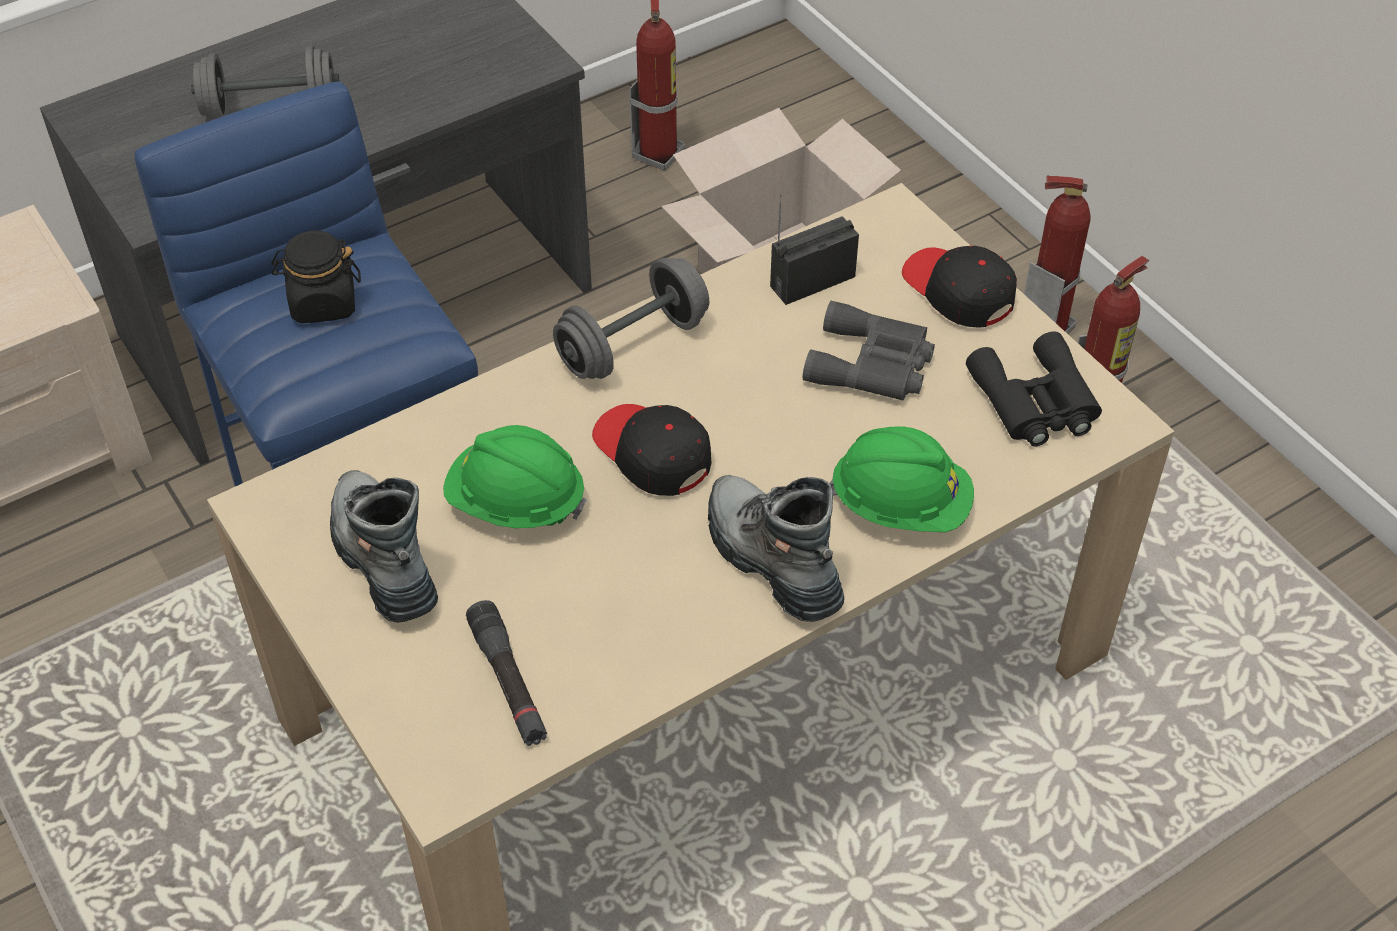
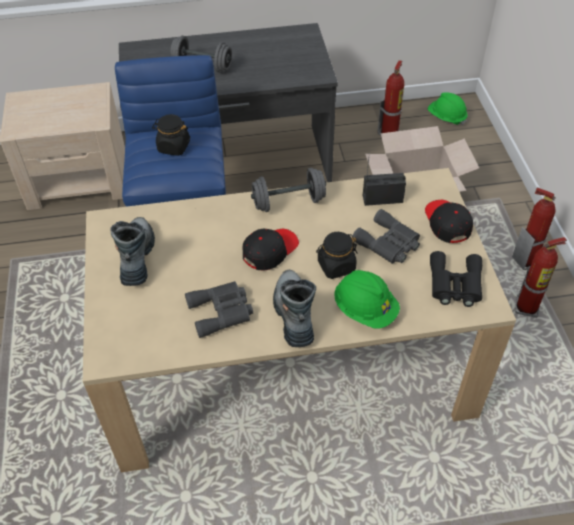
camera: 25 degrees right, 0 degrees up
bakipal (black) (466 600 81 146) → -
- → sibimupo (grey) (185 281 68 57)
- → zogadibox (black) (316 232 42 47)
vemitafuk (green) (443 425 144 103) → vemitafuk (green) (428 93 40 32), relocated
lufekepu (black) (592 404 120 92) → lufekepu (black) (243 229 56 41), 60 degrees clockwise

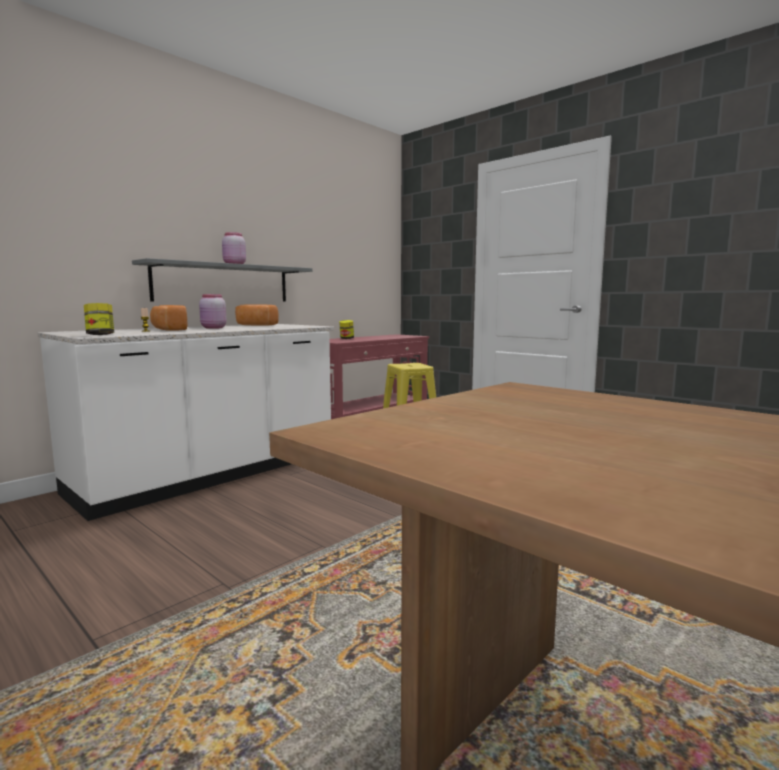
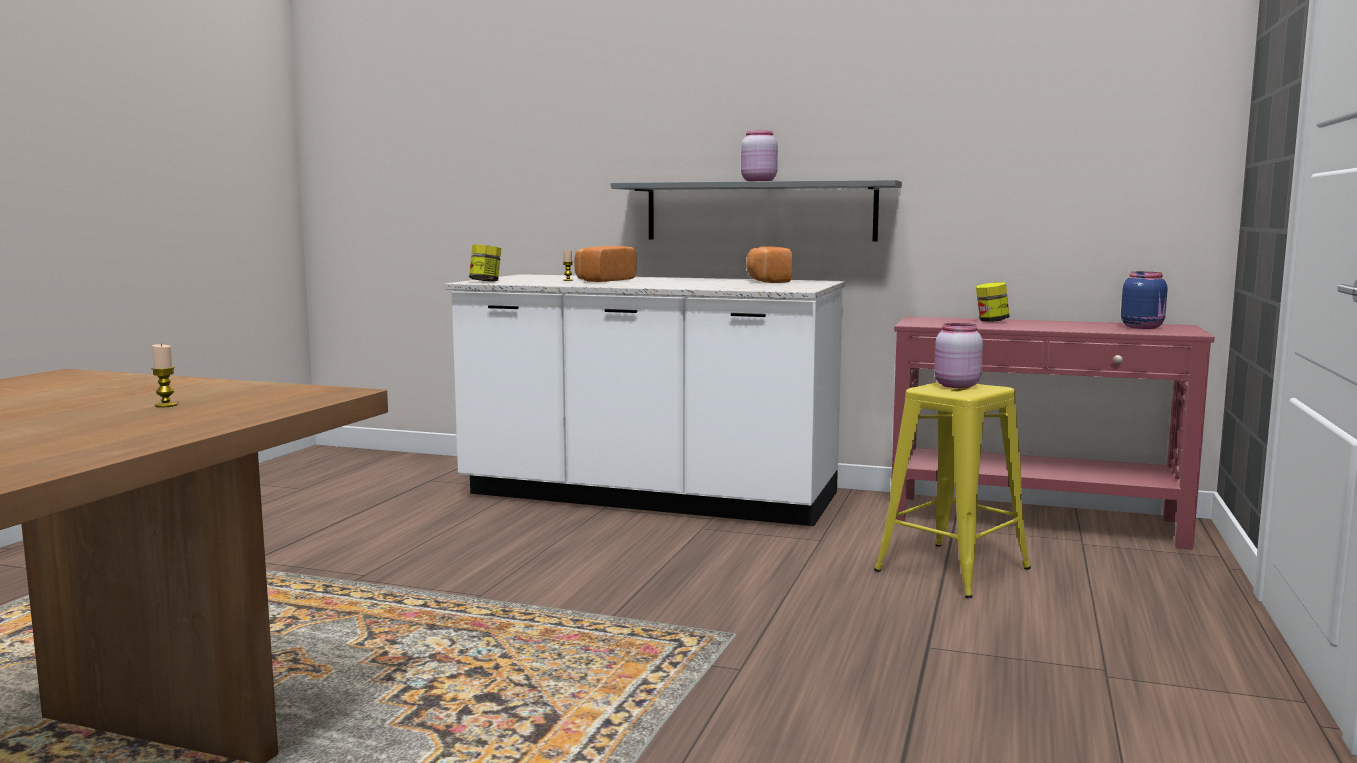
camera: 65 degrees right, 0 degrees up
- → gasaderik (151 344 27 64)
- → zogadibox (blue) (1121 272 47 57)
zogadibox (pink) (199 294 27 35) → zogadibox (pink) (934 323 49 65), relocated

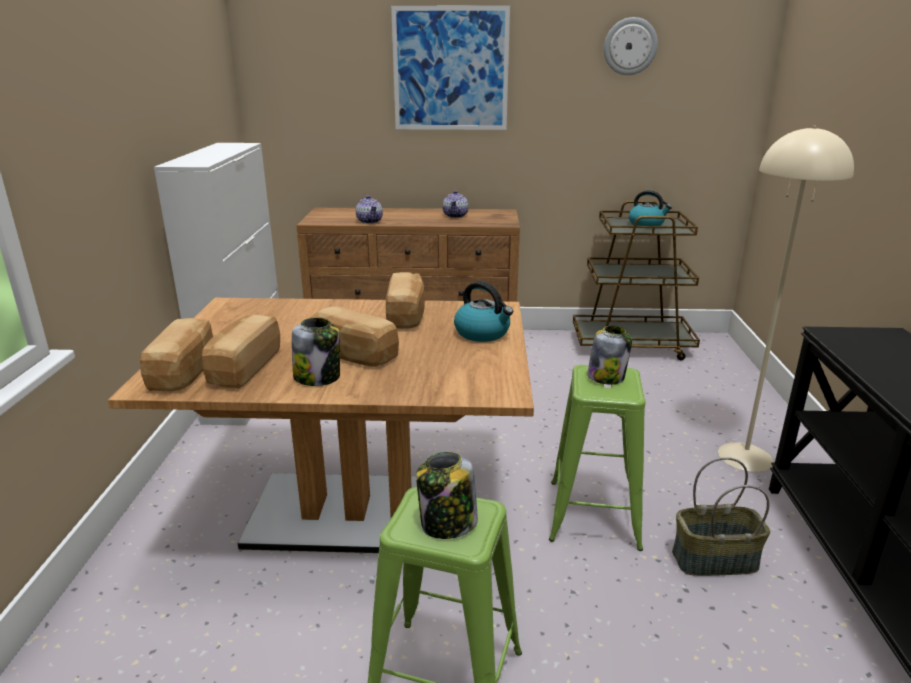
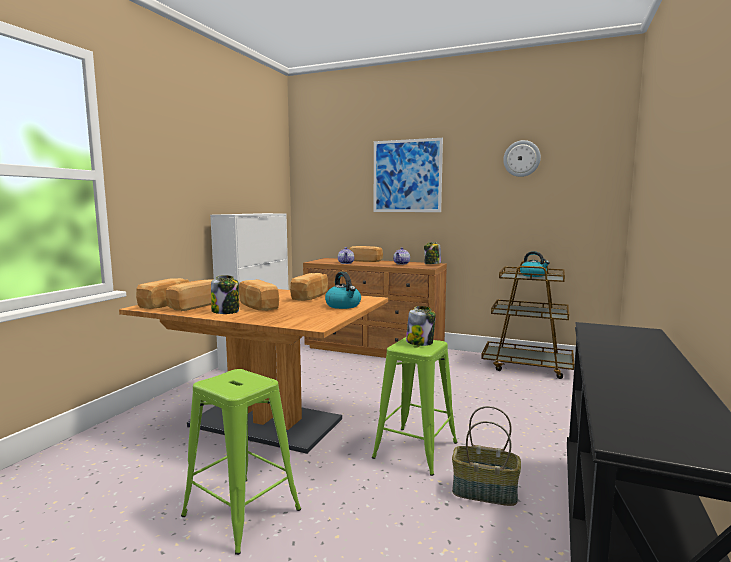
camera: 20 degrees right, 15 degrees down
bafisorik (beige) (718 126 136 346) → -
- → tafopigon (349 246 34 16)
zogadibox (416 452 62 87) → zogadibox (424 242 17 22), relocated

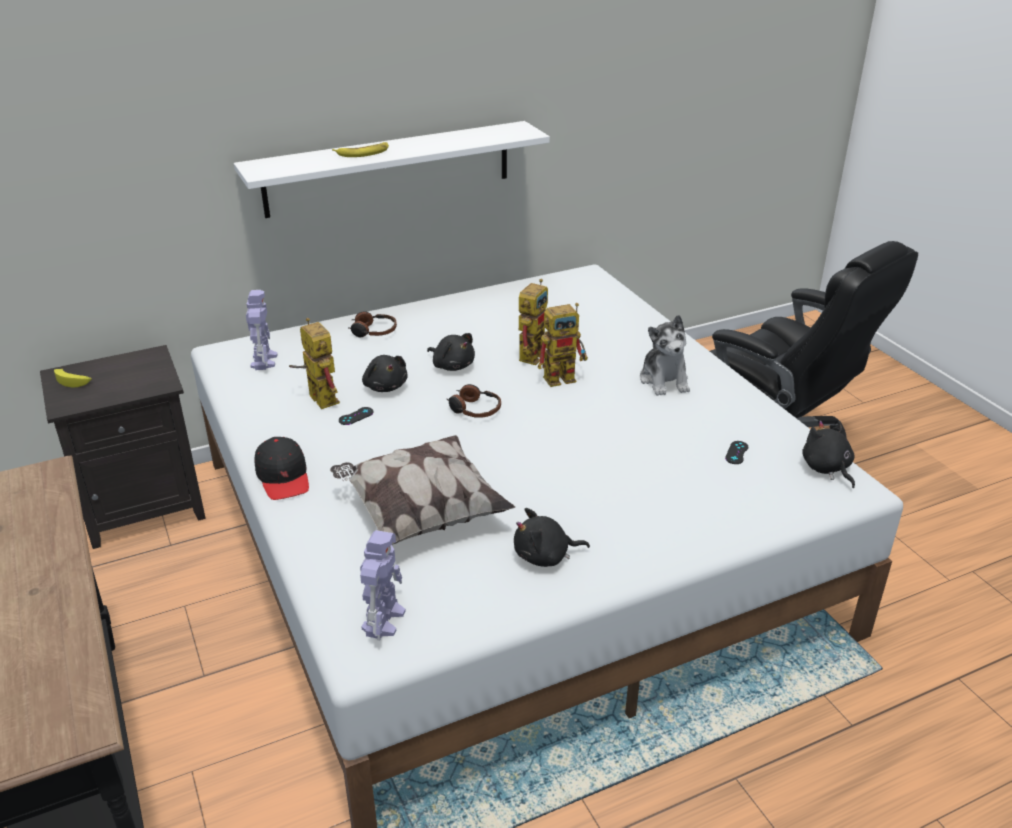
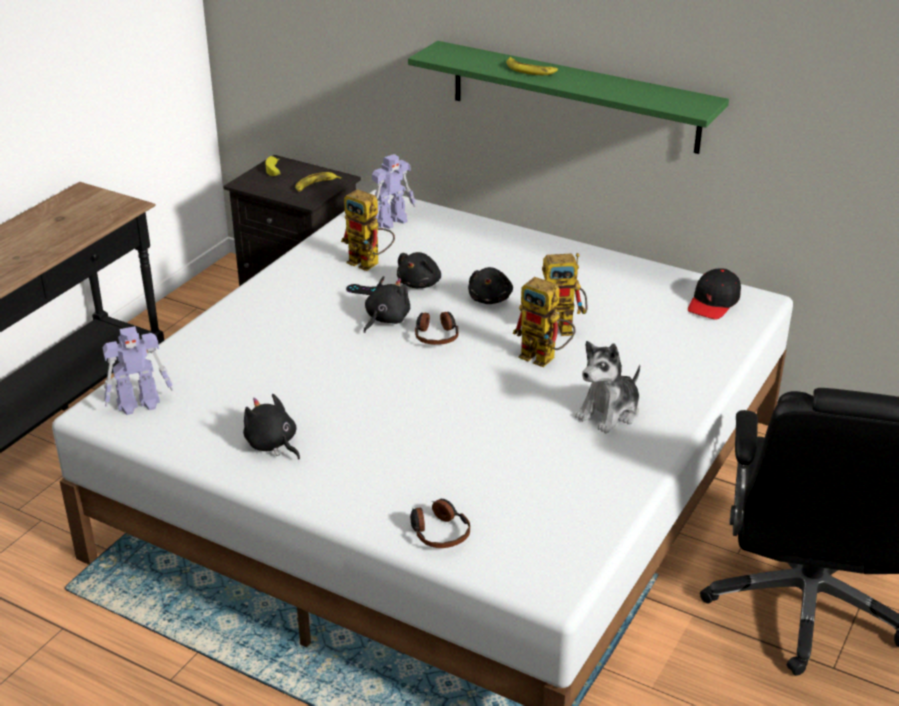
camera: 55 degrees right, 0 degrees up
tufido (330 435 185 110) → -
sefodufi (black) (725 441 23 23) → -
- → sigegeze (295 172 46 20)
lufekepu (black) (254 437 55 63) → lufekepu (black) (688 269 53 51), relocated
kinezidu (347 311 50 26) → kinezidu (410 499 60 49), relocated
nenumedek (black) (802 421 53 67) → nenumedek (black) (364 276 46 57), relocated
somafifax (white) (234 121 316 97) → somafifax (green) (408 41 321 113)
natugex (289 318 51 91) → natugex (341 189 54 82), 105 degrees clockwise

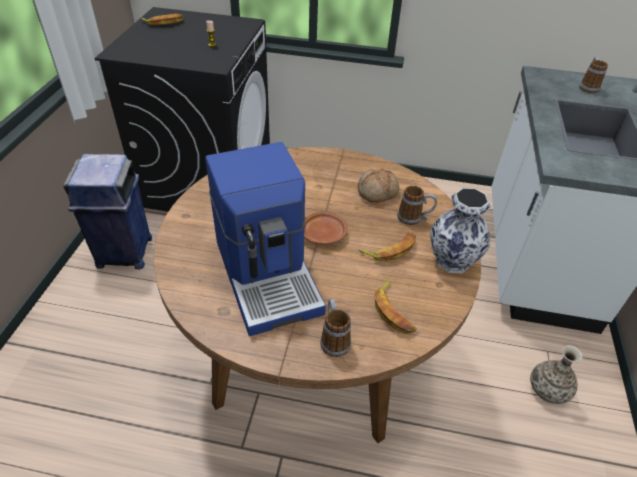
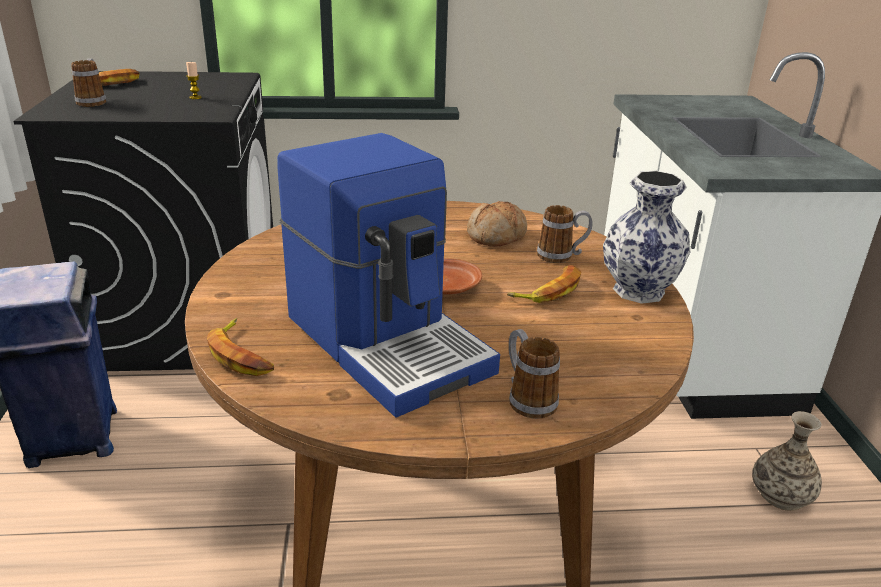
camera: 15 degrees left, 15 degrees down
sigegeze (375 279 42 55) → sigegeze (207 318 67 58), relocated
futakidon (579 57 29 36) → futakidon (71 59 35 48), relocated

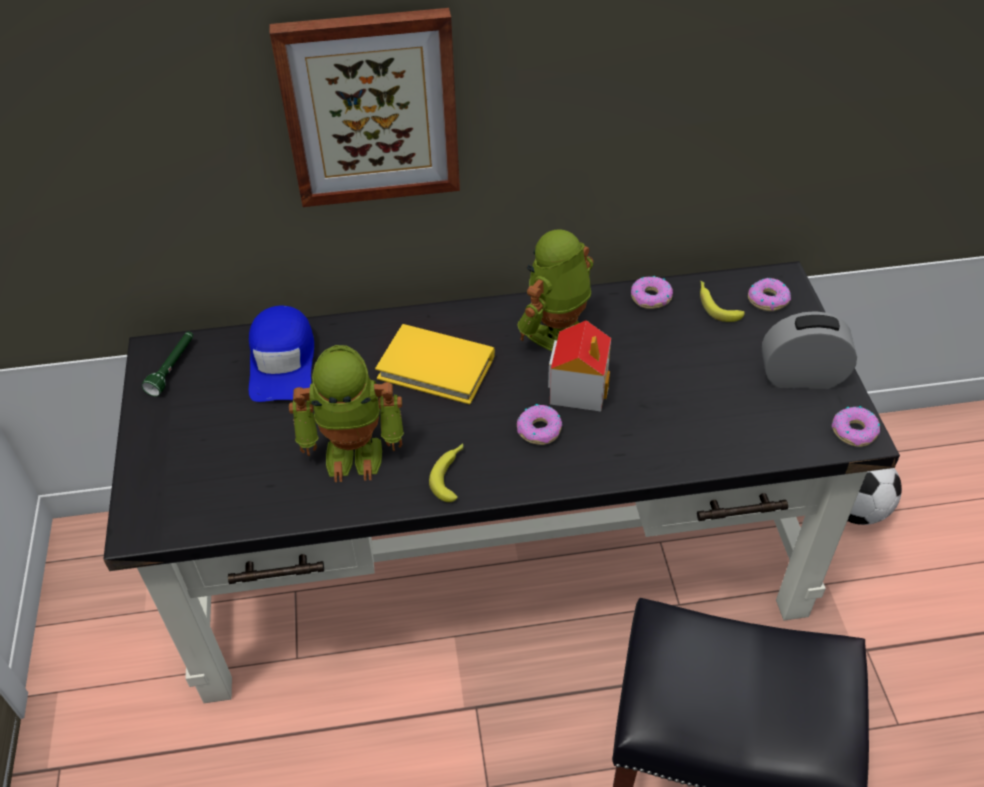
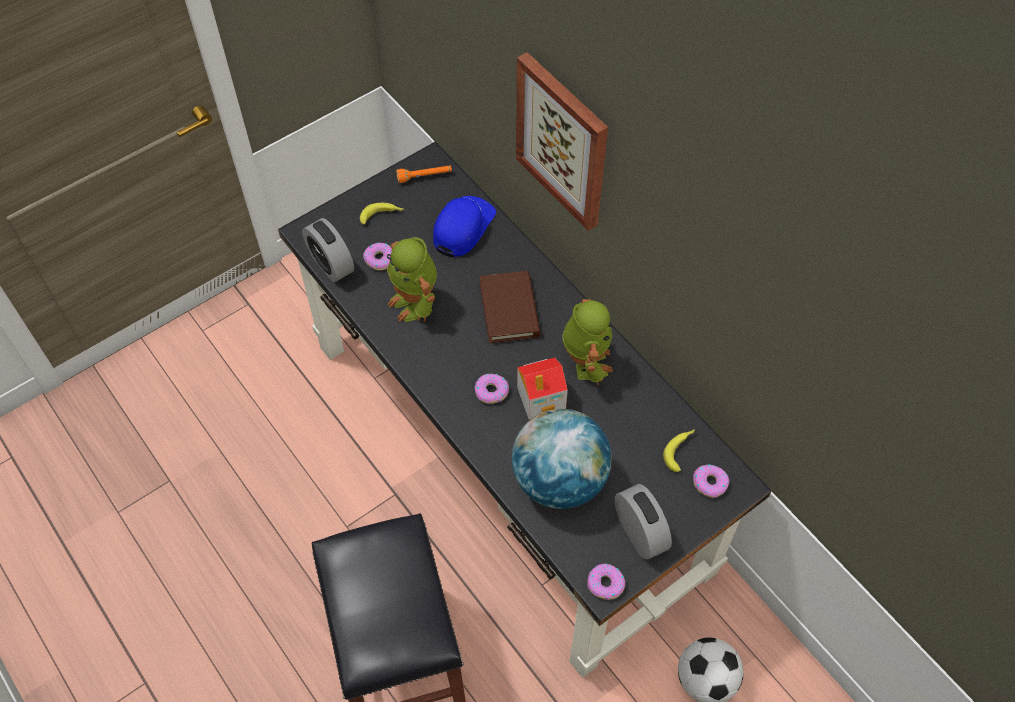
camera: 60 degrees right, 10 degrees up
- → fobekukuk (302 218 52 64)
- → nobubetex (512 409 100 100)
sigegeze (429 443 34 59) → sigegeze (360 203 43 21), relocated
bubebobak (631 276 42 33) → bubebobak (363 243 29 27), relocated
bakipal (green) (141 332 52 64) → bakipal (orange) (396 166 56 17)
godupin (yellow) (375 324 120 80) → godupin (brown) (479 271 61 72)
lufekepu (blue) (249 306 65 96) → lufekepu (blue) (433 196 63 61), 150 degrees clockwise
natugex (517 229 77 122) → natugex (562 299 51 86), 75 degrees clockwise

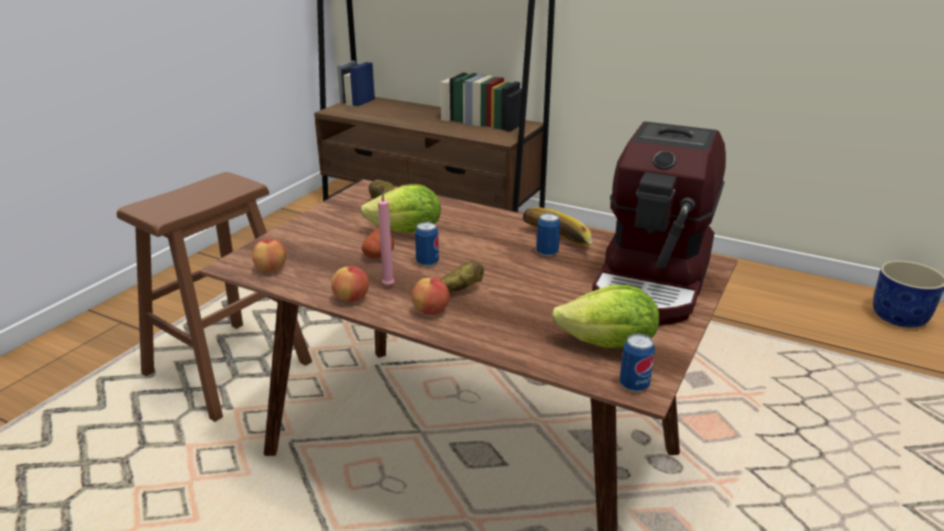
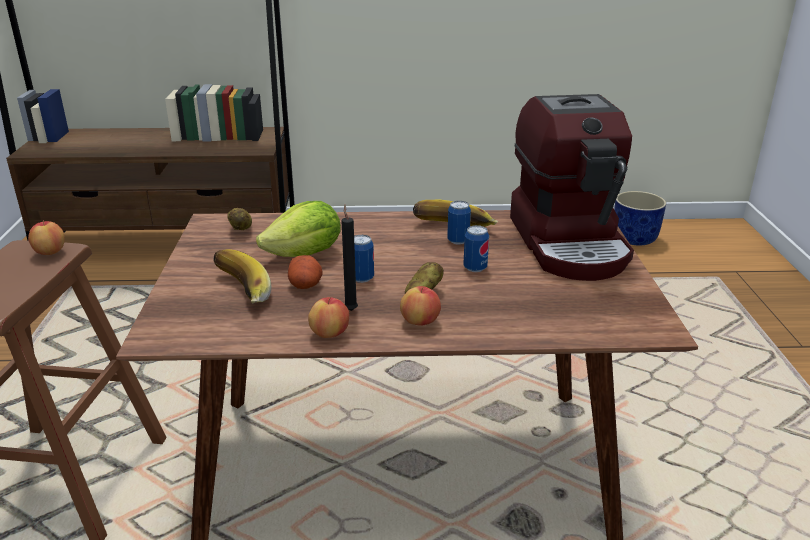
camera: 30 degrees left, 0 degrees up
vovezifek (552 285 107 63) → -
- → sigegeze (214 249 57 54)
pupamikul (252 238 34 34) → pupamikul (28 220 37 35), relocated
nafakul (620 334 35 58) → nafakul (463 225 26 47), relocated
gasaderik (pink) (378 188 17 98) → gasaderik (black) (342 204 16 107)

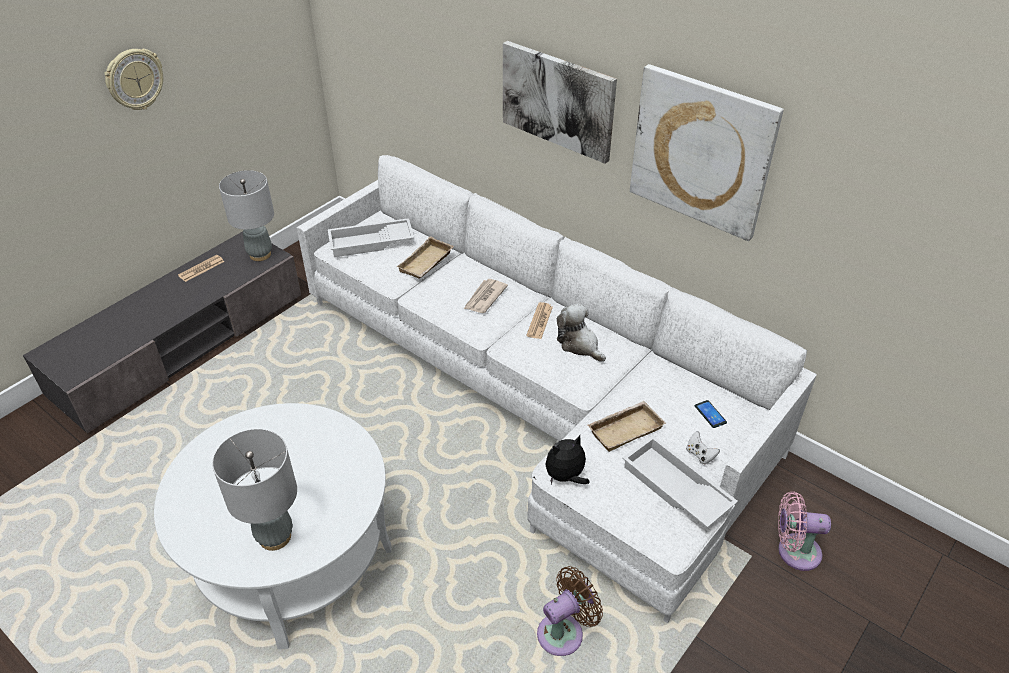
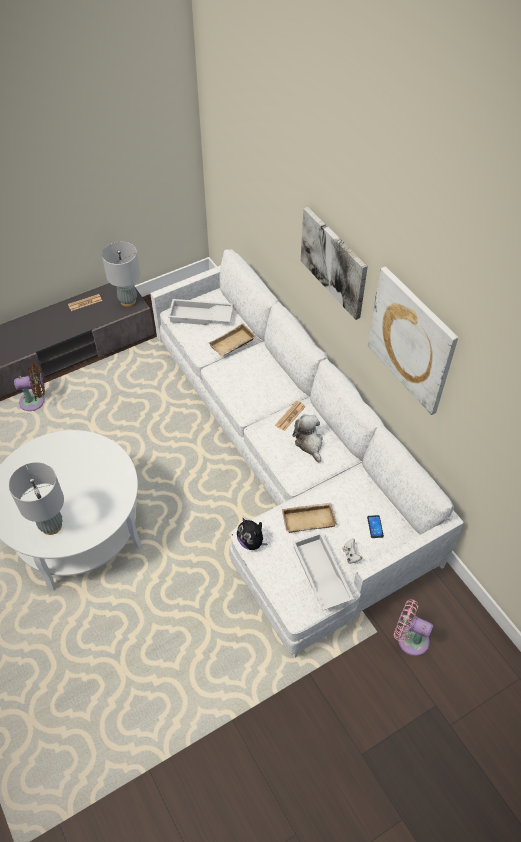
camera: 20 degrees right, 10 degrees up
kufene (104 49 59 61) → -
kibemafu (464 279 44 34) → -
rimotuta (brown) (537 566 66 90) → rimotuta (brown) (14 363 31 48), relocated
nenumedek (545 435 45 50) → nenumedek (237 517 30 33), 120 degrees counterclockwise

